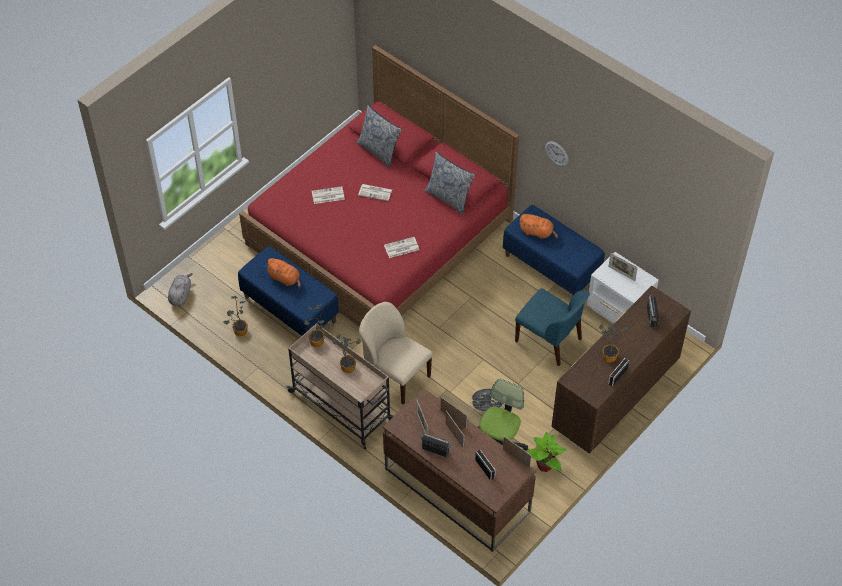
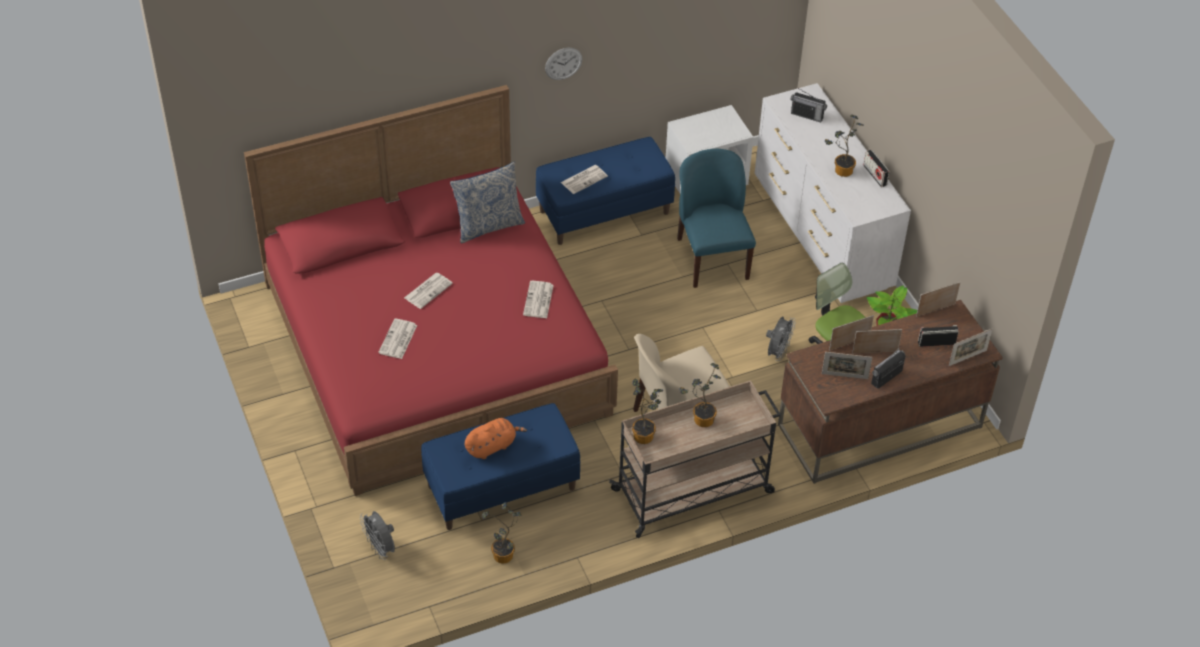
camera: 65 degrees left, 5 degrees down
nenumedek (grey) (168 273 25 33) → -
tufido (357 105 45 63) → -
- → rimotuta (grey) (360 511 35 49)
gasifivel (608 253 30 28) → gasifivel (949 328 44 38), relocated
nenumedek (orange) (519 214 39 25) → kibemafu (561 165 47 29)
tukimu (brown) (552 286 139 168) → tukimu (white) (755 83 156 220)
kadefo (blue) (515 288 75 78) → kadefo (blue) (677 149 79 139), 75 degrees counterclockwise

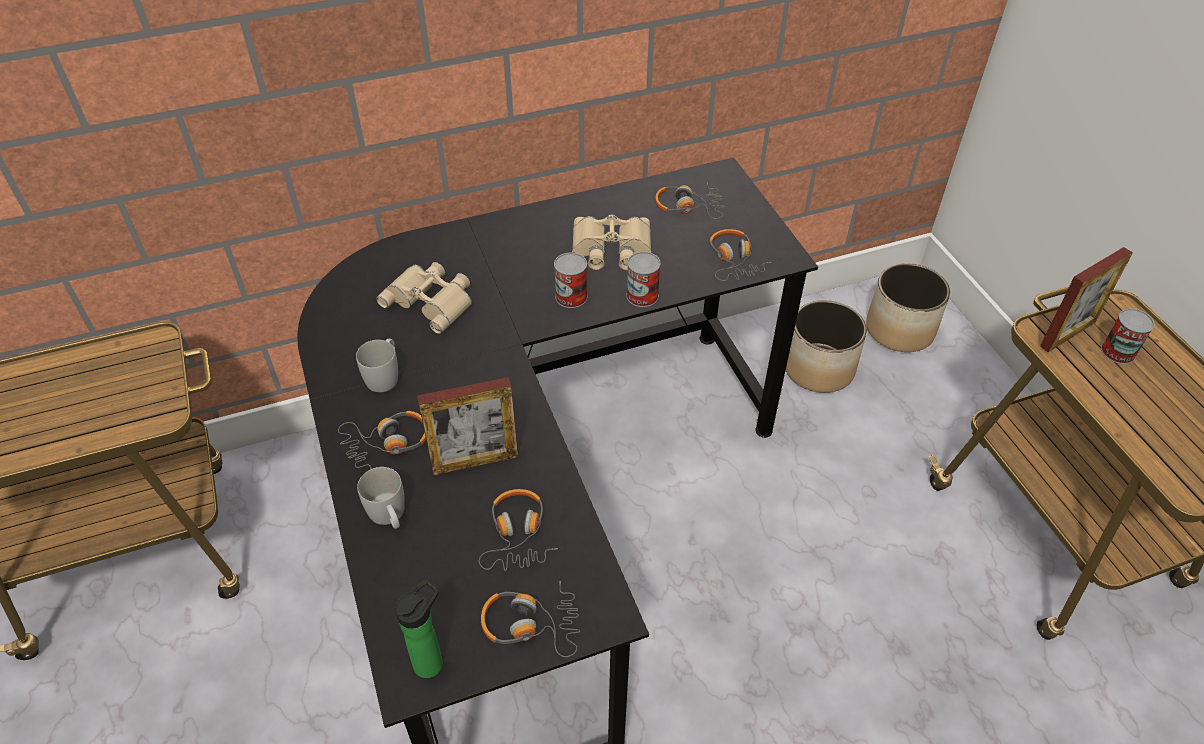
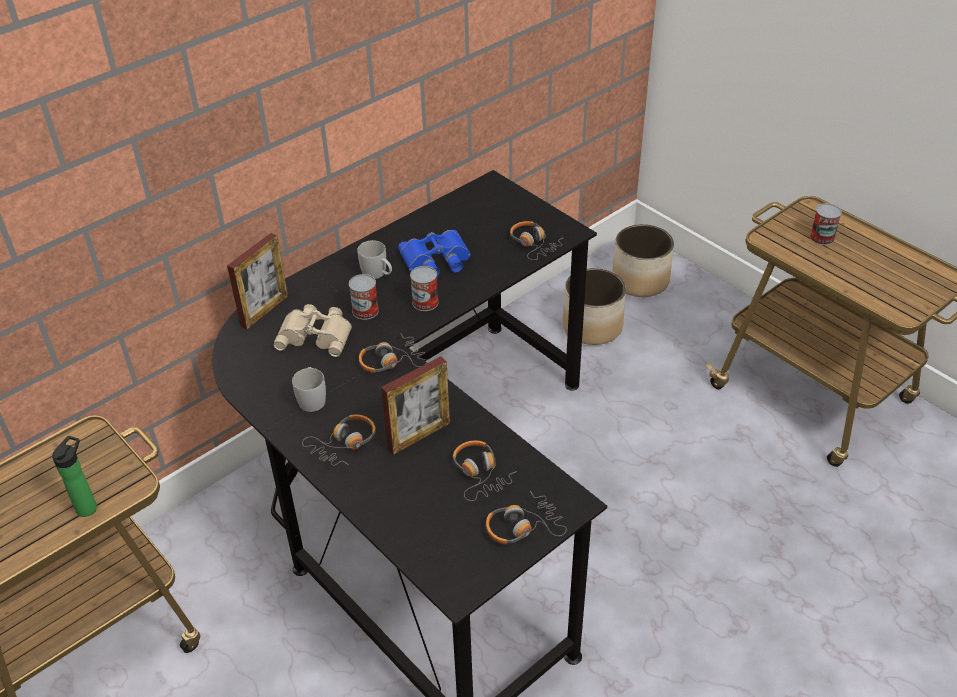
camera: 20 degrees left, 5 degrees down
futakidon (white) (357 467 48 62) → futakidon (white) (357 240 35 39), relocated
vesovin (396 579 47 99) → vesovin (52 436 45 81), relocated
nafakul (626 252 35 55) → nafakul (349 274 30 46), relocated
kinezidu (655 182 69 37) → kinezidu (359 333 68 40), relocated
gasifivel (1040 247 93 105) → gasifivel (227 233 61 96), relocated
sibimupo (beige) (572 214 79 56) → sibimupo (blue) (398 230 73 46)

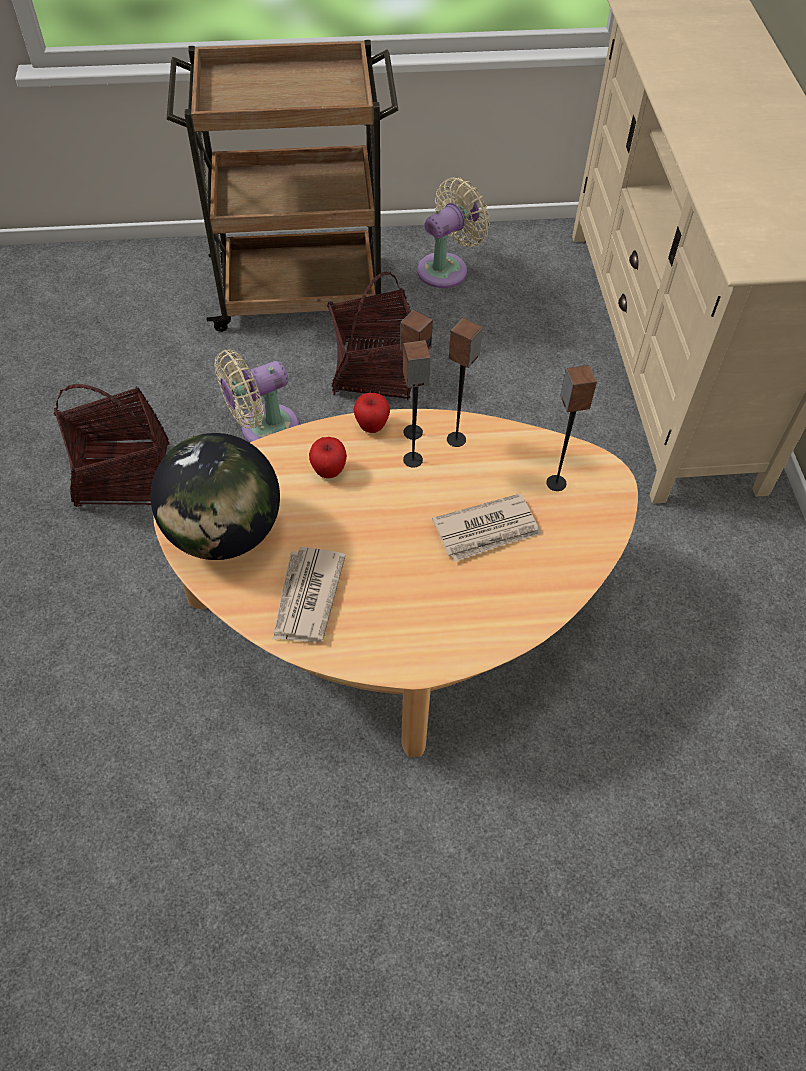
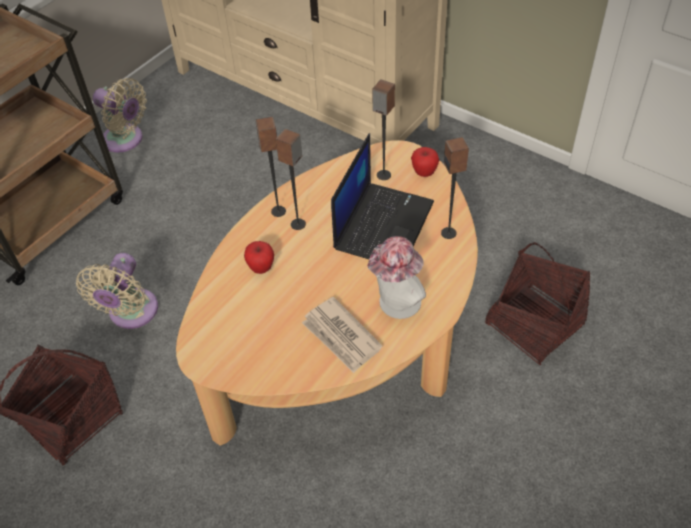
camera: 45 degrees left, 5 degrees down
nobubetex (151 433 129 127) → -
- → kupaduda (368 236 58 83)
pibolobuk (327 272 84 128) → pibolobuk (485 242 105 123), relocated
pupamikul (354 393 36 40) → pupamikul (411 147 28 30), relocated
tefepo (447 318 36 129) → tefepo (441 137 28 102), relocated
kibemafu (432 493 110 69) → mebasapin (331 133 103 126)
rimotuta (beige) (417 177 73 111) → rimotuta (beige) (93 78 54 74), 120 degrees clockwise

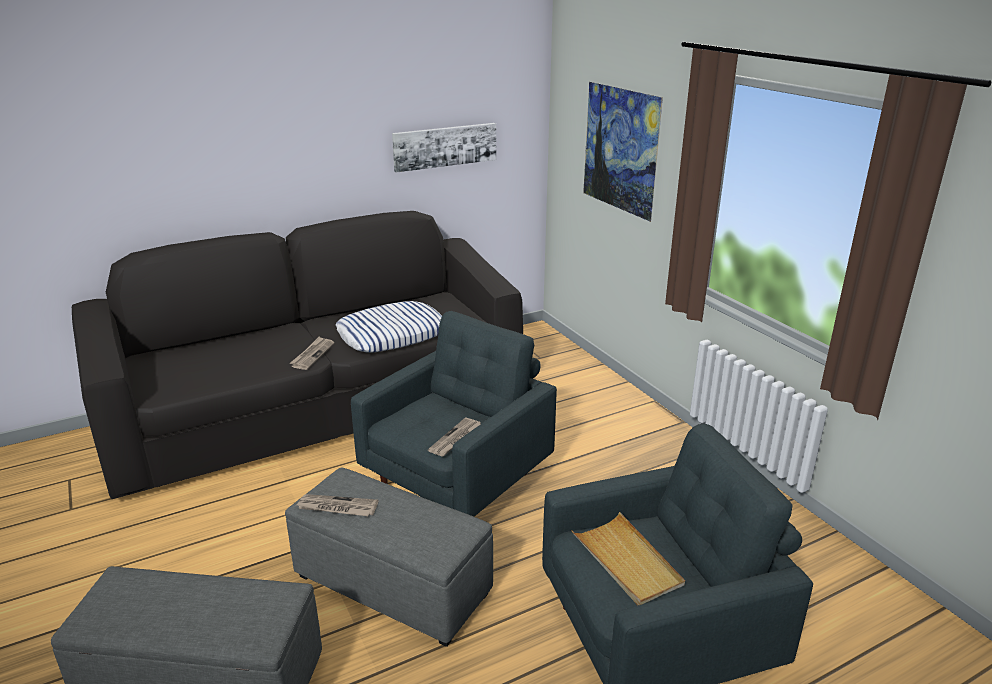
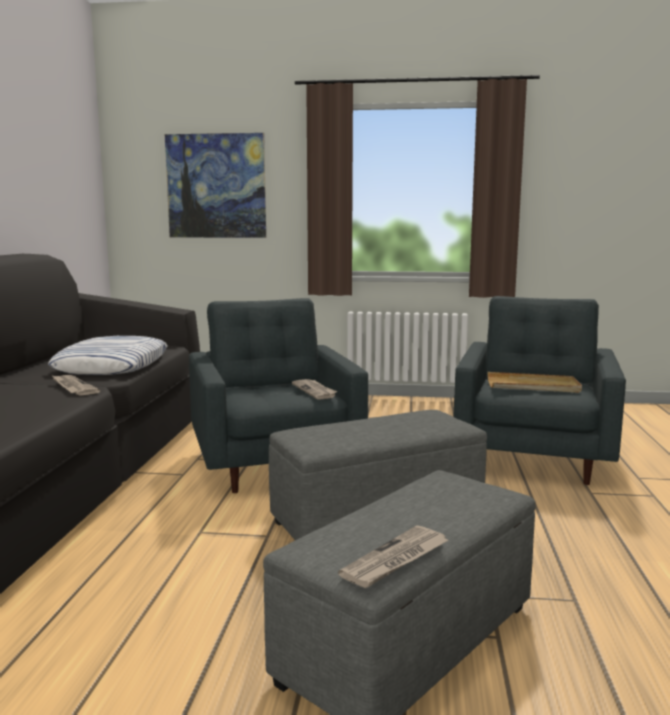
camera: 55 degrees left, 15 degrees down
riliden (392 123 104 50) → -
kibemafu (296 494 82 22) → kibemafu (338 525 111 63), relocated

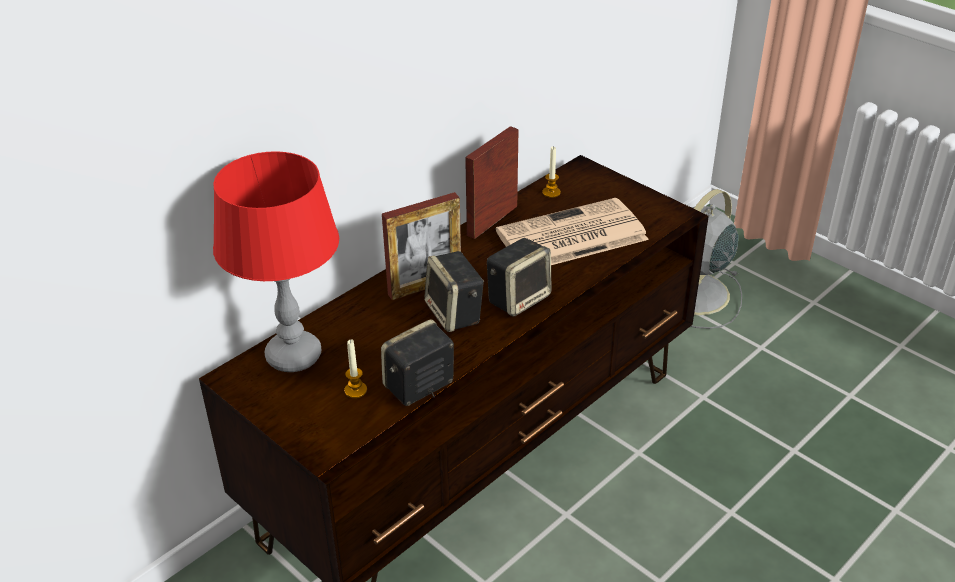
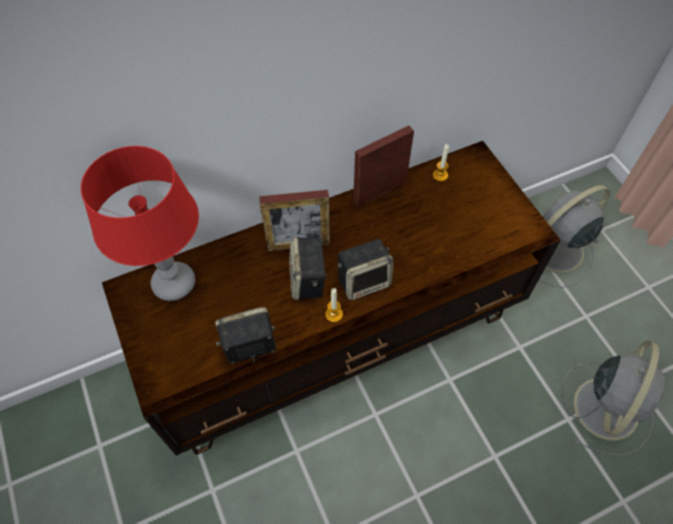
camera: 20 degrees right, 20 degrees up
kibemafu (496 198 153 67) → -
- → rimotuta (grey) (562 340 103 116)
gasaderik (344 339 23 59) → gasaderik (325 288 18 34), relocated

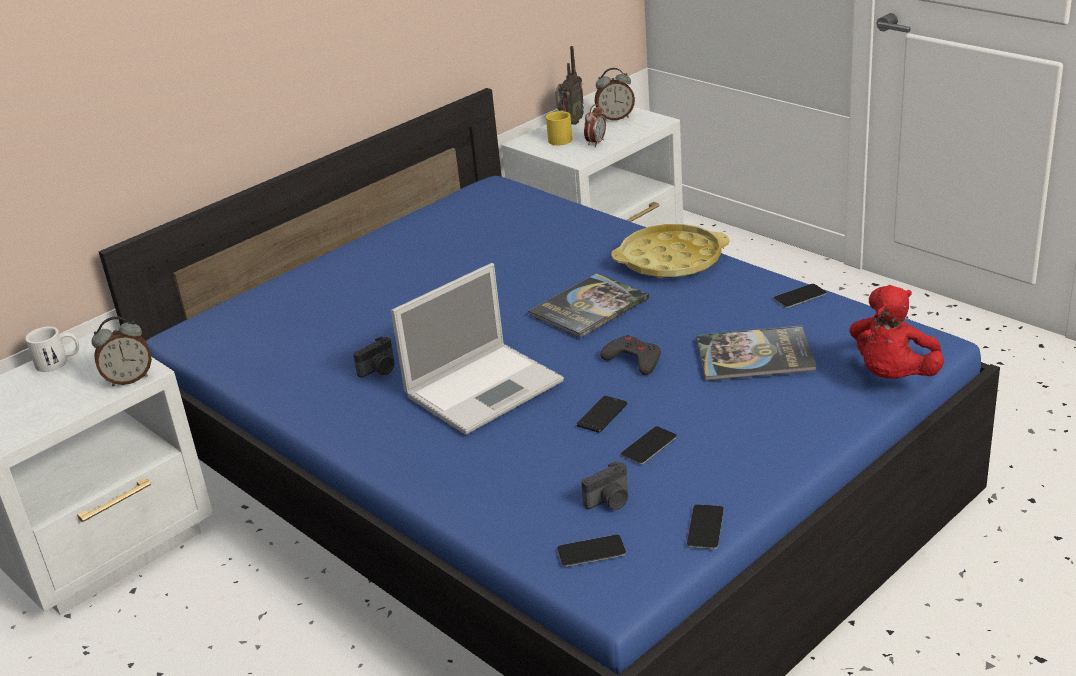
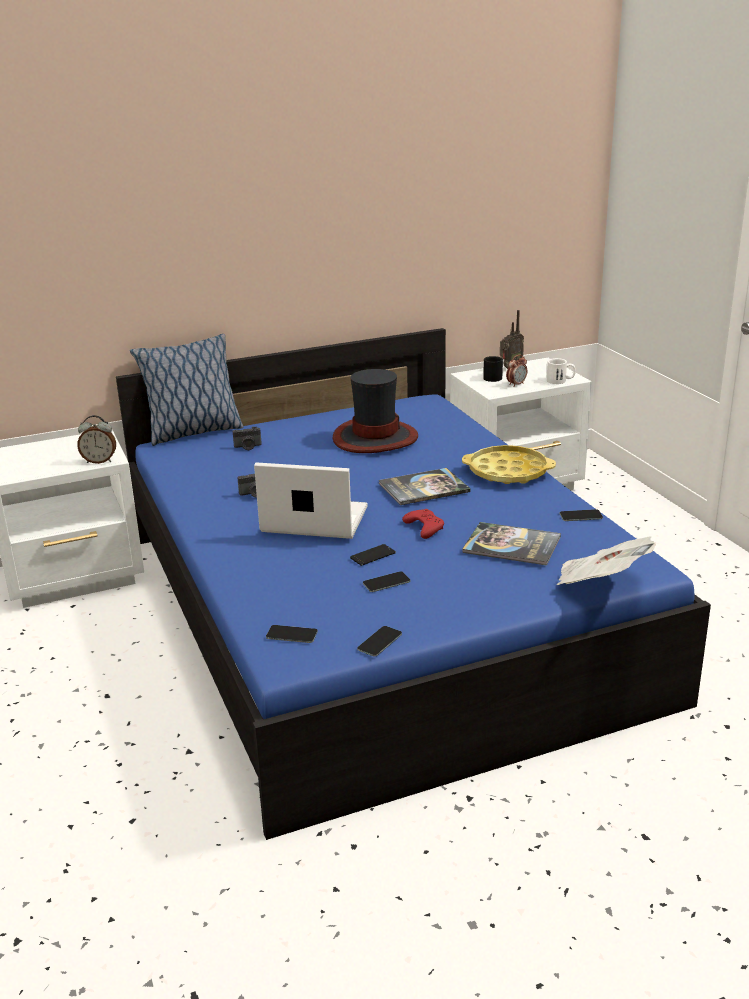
camera: 20 degrees right, 5 degrees down
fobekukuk (595 68 40 52) → -
- → tufido (130 334 114 112)
- → kupaduda (333 369 85 84)
futakidon (white) (25 327 54 45) → futakidon (white) (547 358 29 26), relocated
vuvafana (581 461 47 49) → vuvafana (233 427 29 23), relocated
nenumedek (red) (849 285 95 94) → kibemafu (557 536 99 49)
futakidon (yellow) (546 111 26 34) → futakidon (black) (483 356 20 26)
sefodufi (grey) (600 335 61 40) → sefodufi (red) (402 509 42 30)
mebasapin (391 263 173 172) → mebasapin (254 462 113 77), 150 degrees counterclockwise

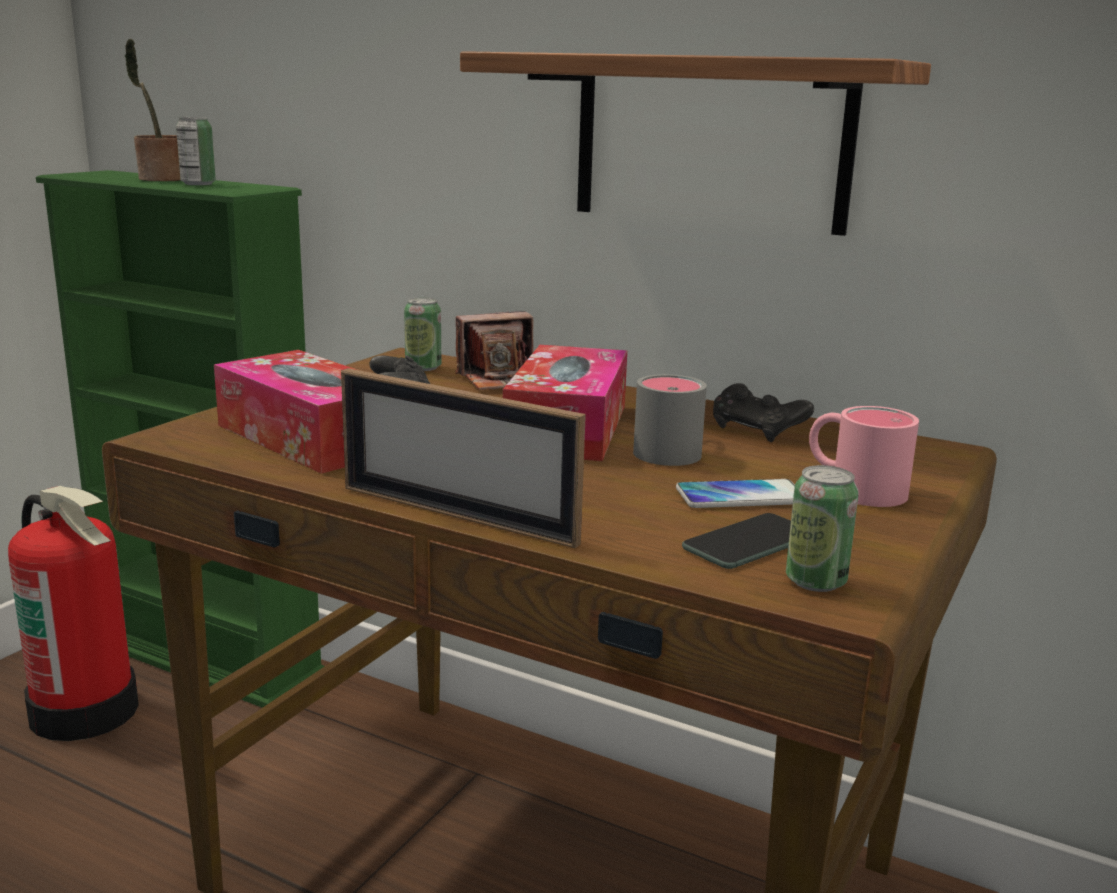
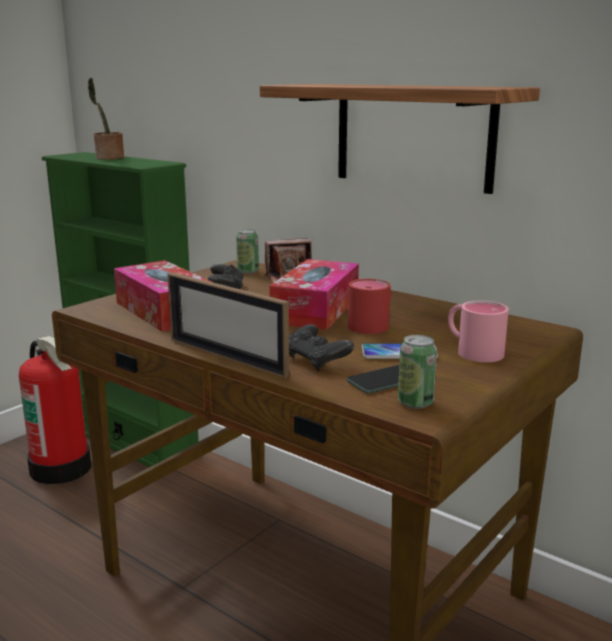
camera: 10 degrees right, 0 degrees up
nafakul (176 116 40 69) → -
sefodufi (black) (713 383 101 59) → sefodufi (black) (289 324 65 47), relocated
futakidon (grey) (633 374 74 92) → futakidon (red) (348 279 43 55)

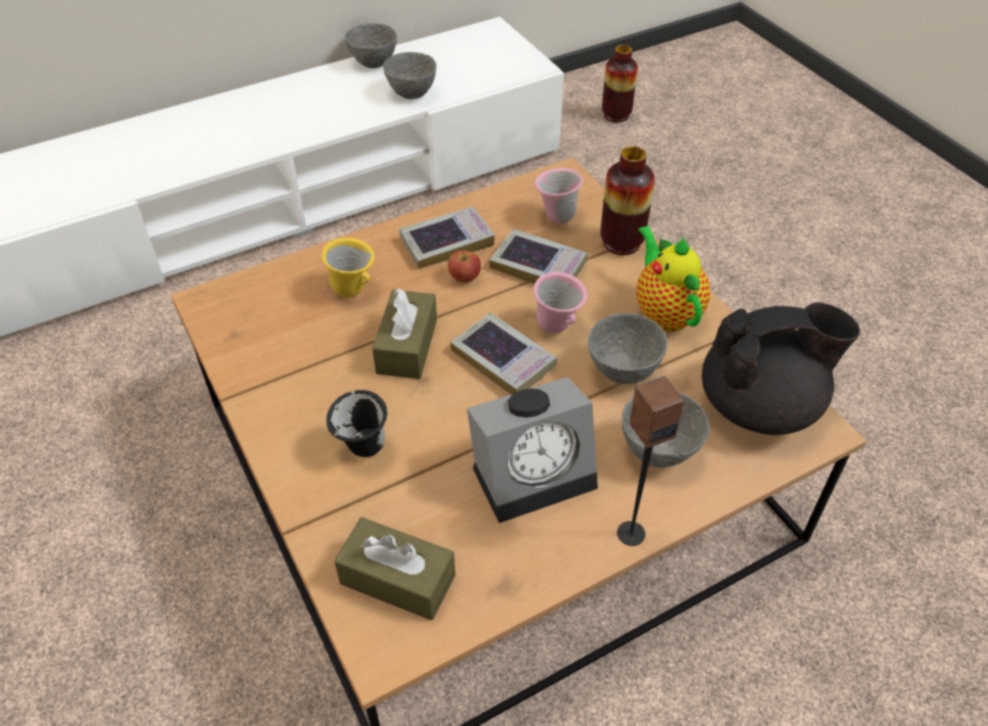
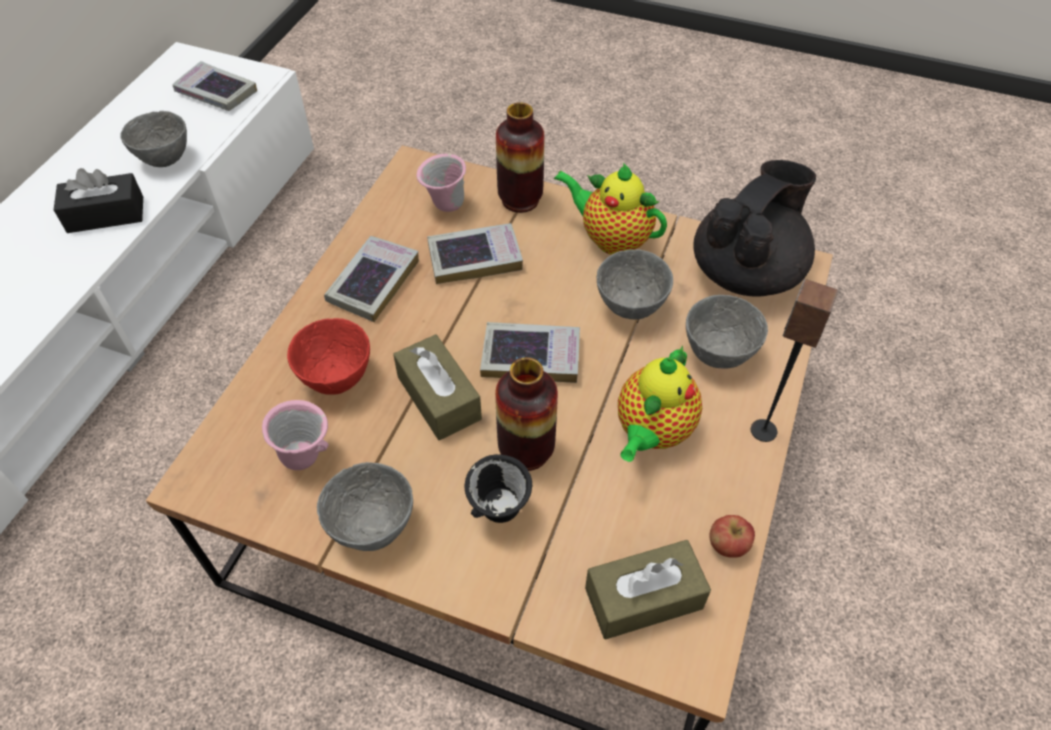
camera: 40 degrees left, 5 degrees up
- → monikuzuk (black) (54 168 89 65)
- → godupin (173 61 84 50)
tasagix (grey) (345 23 52 45) → tasagix (grey) (317 462 96 89), relocated
pupamikul (448 250 33 33) → pupamikul (709 515 46 43), relocated
futakidon (pink) (533 272 54 61) → futakidon (pink) (262 400 67 70), relocated
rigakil (602 45 36 78) → rigakil (495 357 63 114), relocated
futakidon (yellow) (322 238 53 60) → tasagix (red) (287 318 83 77)
fobekukuk (467 377 131 146) → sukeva (618 346 84 116)

